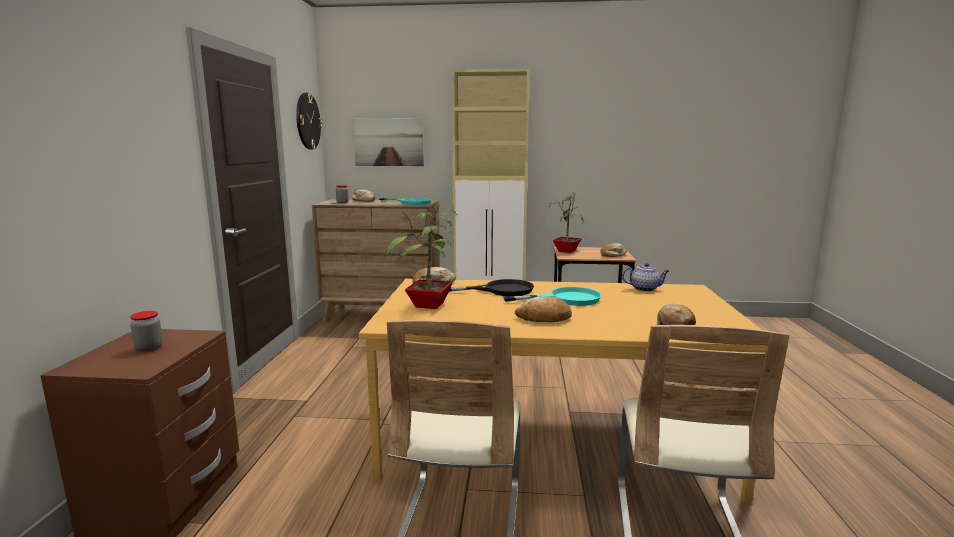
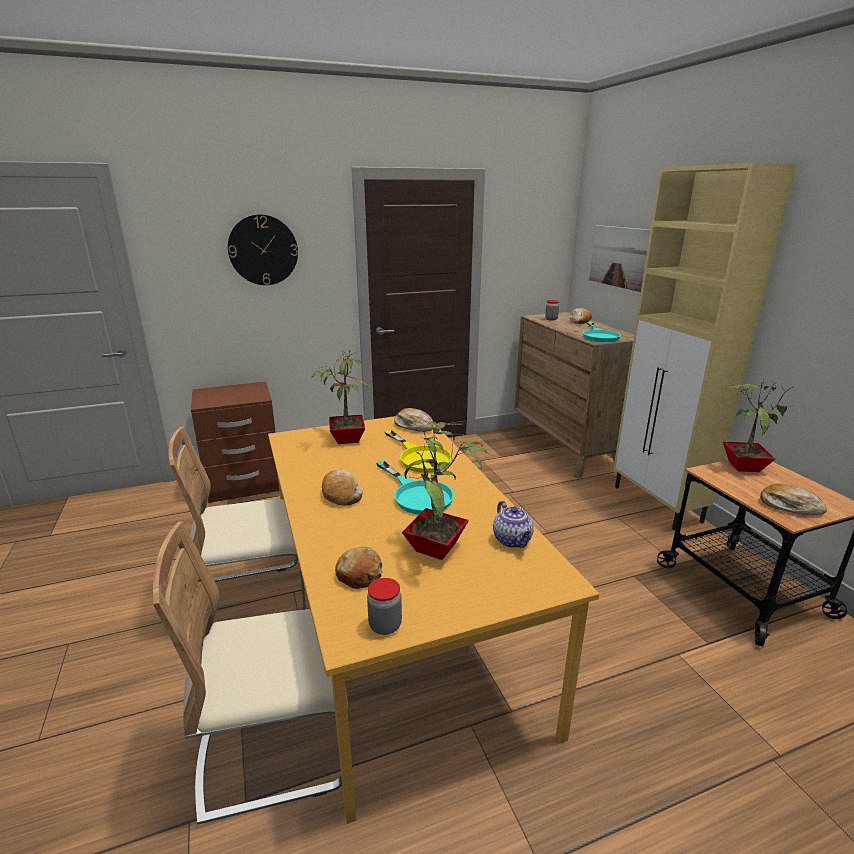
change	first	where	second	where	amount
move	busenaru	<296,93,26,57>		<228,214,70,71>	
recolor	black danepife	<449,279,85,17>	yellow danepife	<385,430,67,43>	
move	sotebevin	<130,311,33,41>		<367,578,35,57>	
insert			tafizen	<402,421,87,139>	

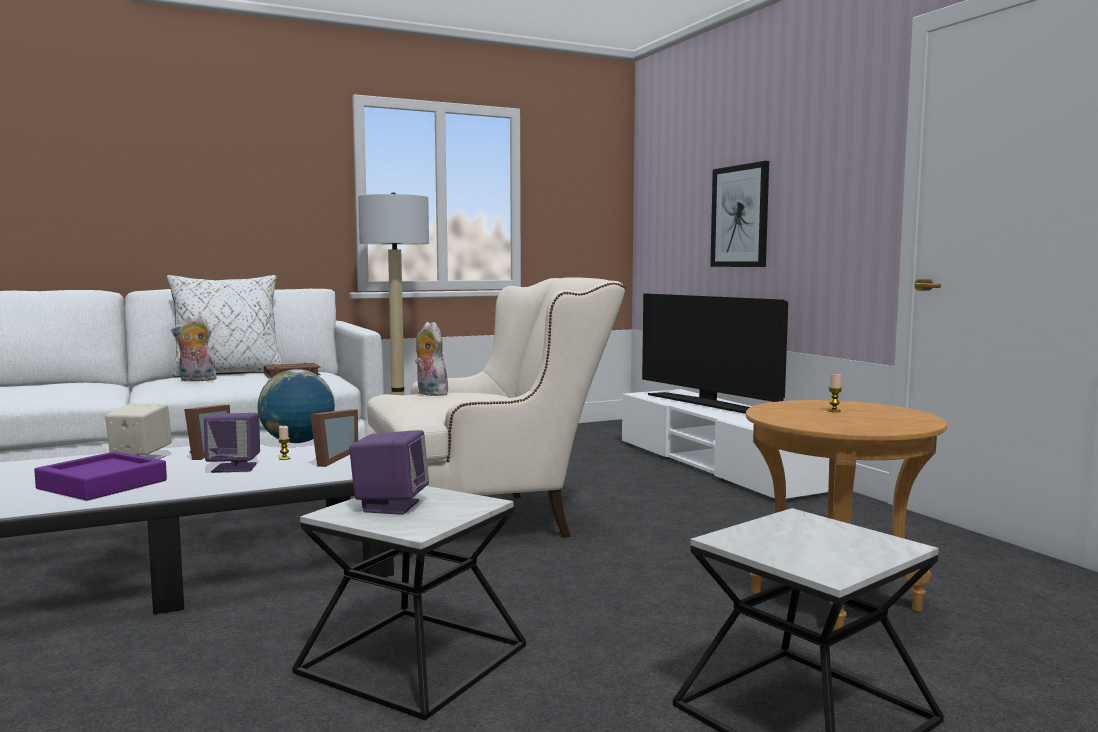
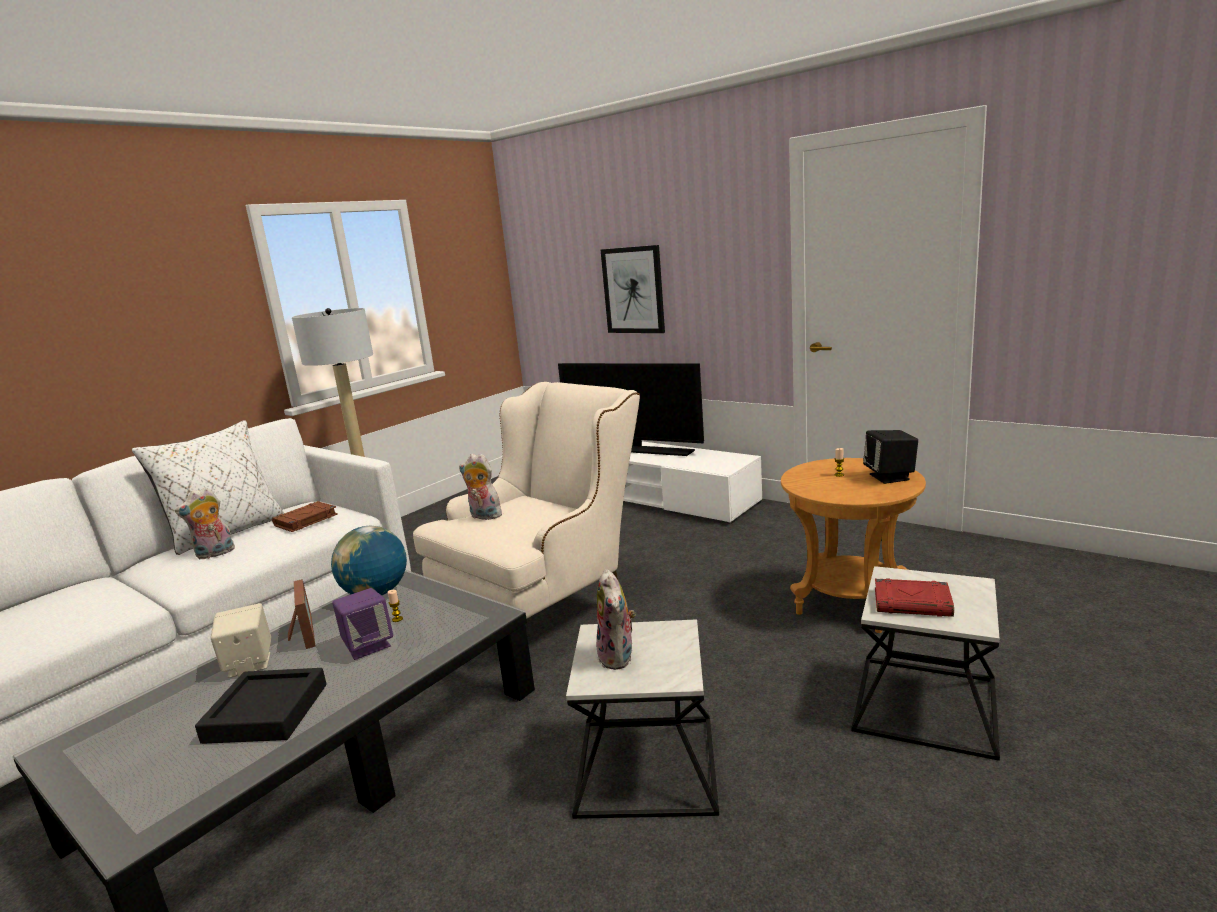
change	first	where	second	where	amount
delete	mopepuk	<310,409,48,58>			
replace	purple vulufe	<349,430,80,85>	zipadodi	<596,569,40,101>	
recolor	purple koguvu	<34,451,133,50>	black koguvu	<195,668,131,76>	
insert			black vulufe	<863,430,55,54>	
insert			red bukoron	<875,578,79,39>	

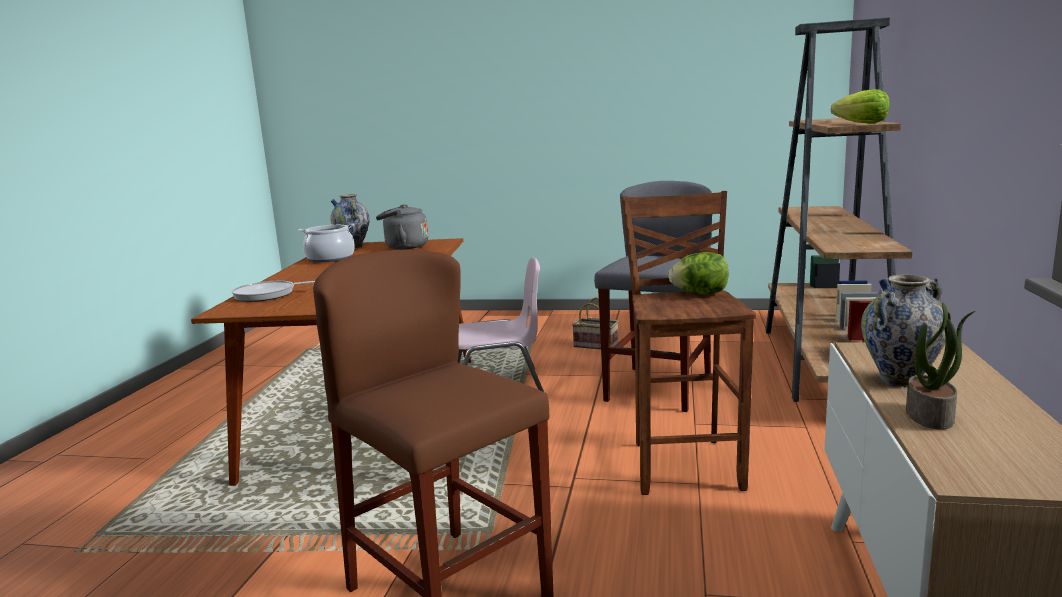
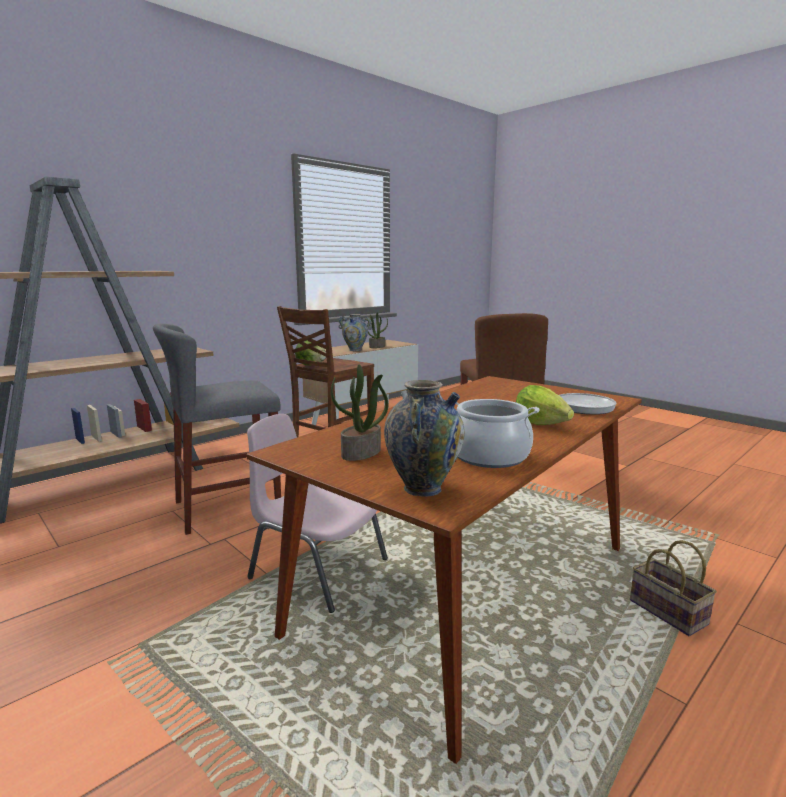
change	first	where	second	where	amount
move	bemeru	<830,89,60,35>		<516,385,58,40>	
replace	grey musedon	<376,204,52,45>	tafizen	<331,365,57,96>	
move	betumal	<572,297,47,52>		<630,540,87,96>	

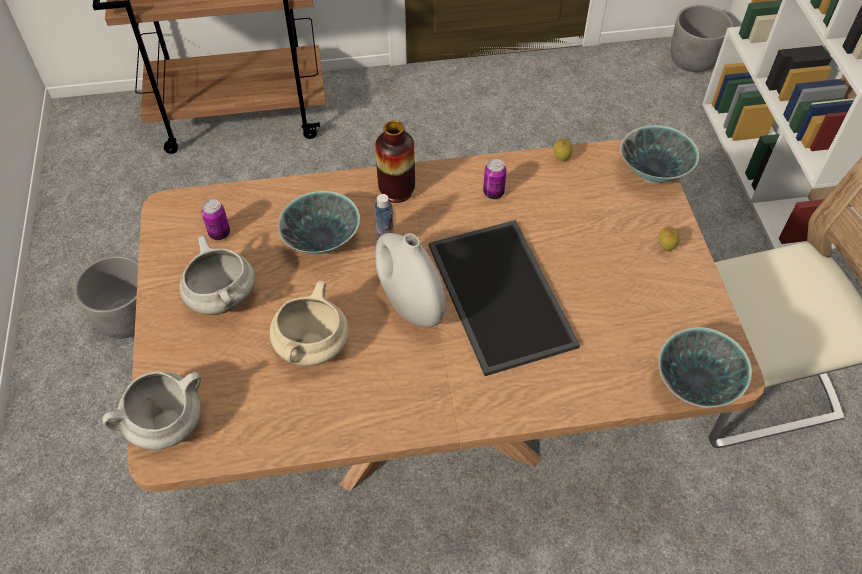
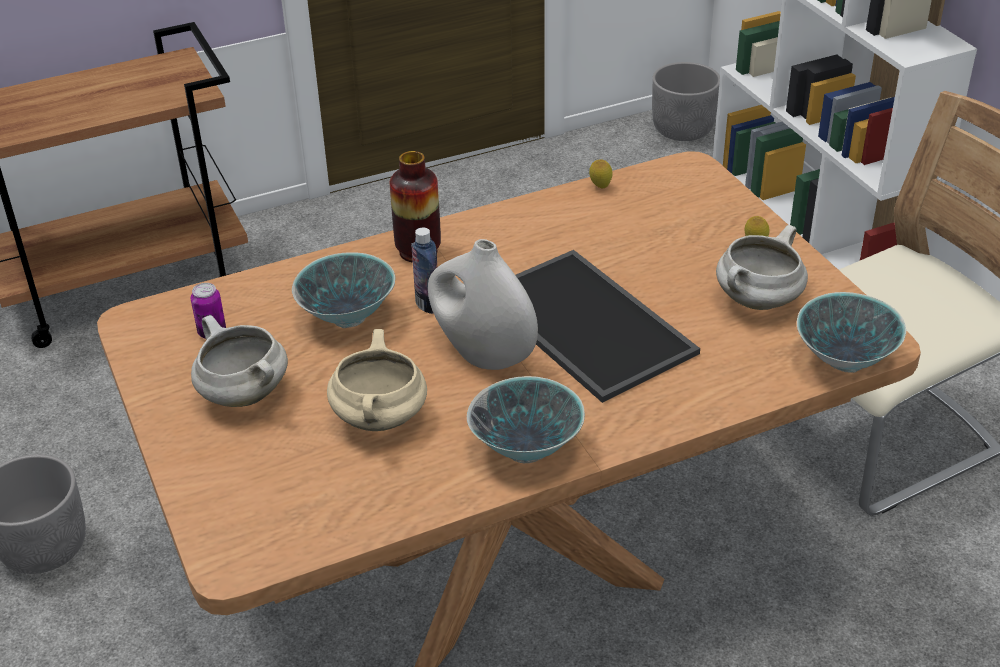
change	first	where	second	where	amount
move	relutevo	<620,125,79,58>		<467,376,118,87>	
delete	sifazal	<483,159,24,40>			
move	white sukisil	<102,371,99,79>		<716,225,92,85>	

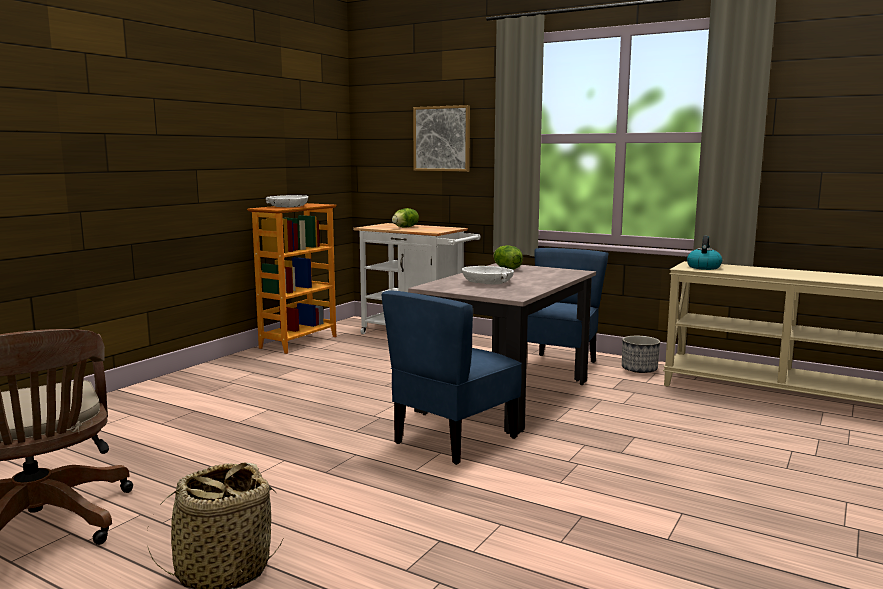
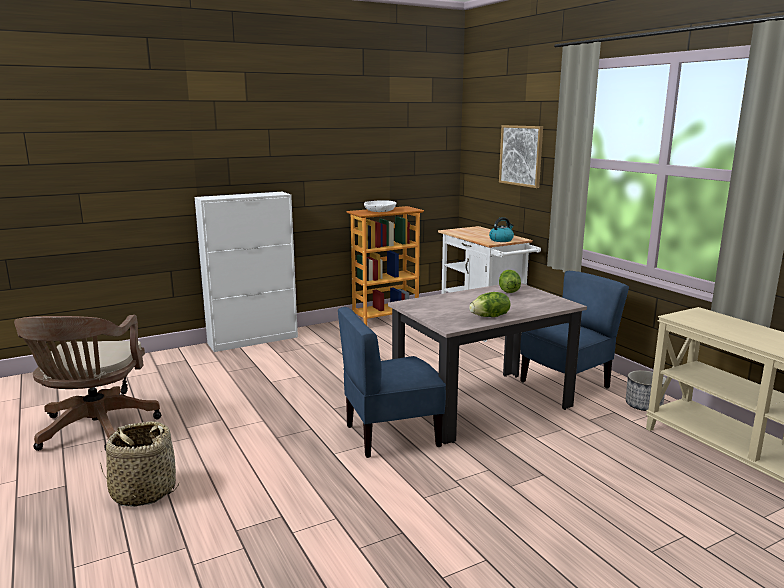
change	first	where	second	where	amount
move	bemeru	<392,208,27,20>		<469,292,41,25>	
move	musedon	<687,236,35,34>		<489,217,25,25>	
delete	white relutevo	<462,266,52,19>			
insert			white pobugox	<195,192,103,160>	

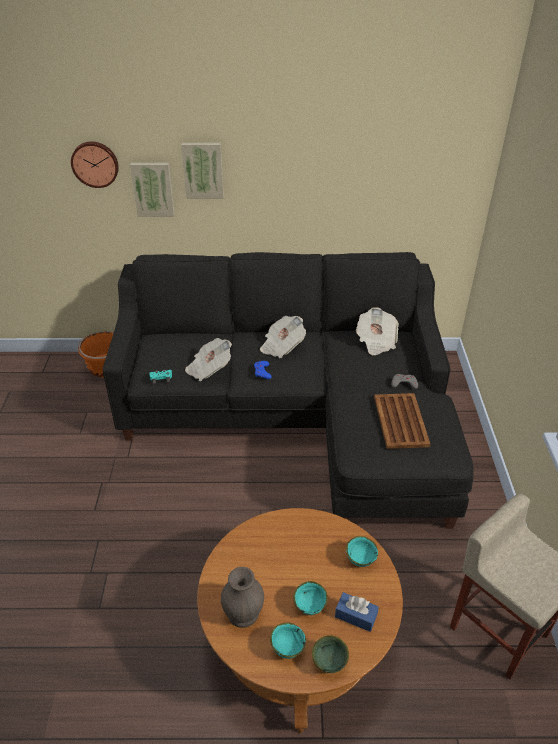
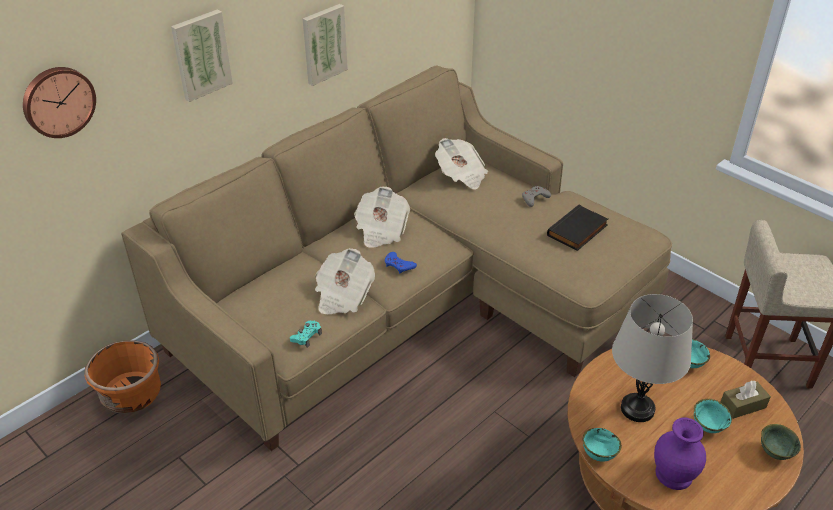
change	first	where	second	where	amount
move	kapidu	<130,163,45,54>		<303,4,45,82>	
recolor	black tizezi	<103,252,371,277>	beige tizezi	<121,66,551,385>	
replace	brown koguvu	<374,393,56,56>	black bukoron	<547,205,61,46>	
recolor	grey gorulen	<221,567,43,61>	purple gorulen	<654,418,52,72>	
recolor	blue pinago	<335,592,44,40>	brown pinago	<721,381,50,38>	
move	turquoise relutevo	<270,622,36,37>		<582,428,40,34>	
insert			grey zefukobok	<612,294,81,128>	

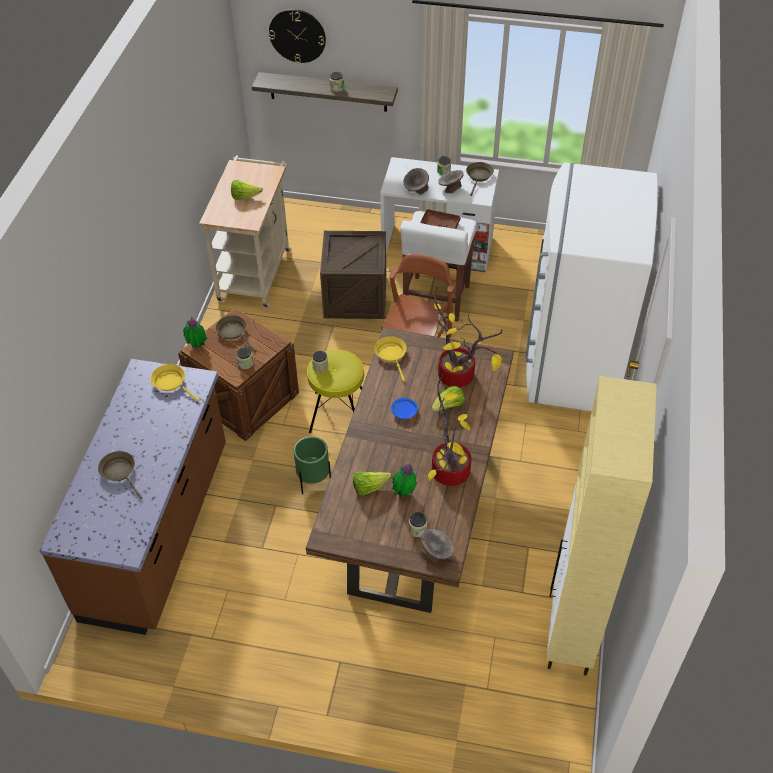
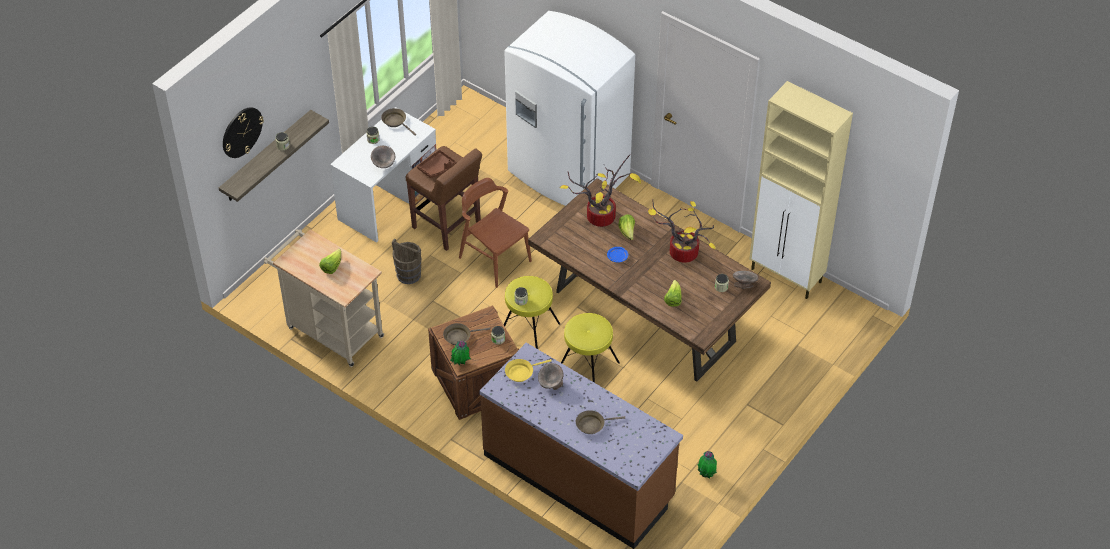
change	first	where	second	where	amount
move	grey relutevo	<438,170,26,23>		<538,363,25,27>	
recolor	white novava	<400,211,77,110>	brown novava	<406,146,76,105>	
replace	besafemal	<320,231,66,88>	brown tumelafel	<392,238,29,46>	
delete	yellow danepife	<374,336,33,46>			
replace	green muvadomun	<294,436,37,58>	yellow novava	<561,313,59,70>	
move	tafizen	<392,464,25,34>		<698,451,19,27>	

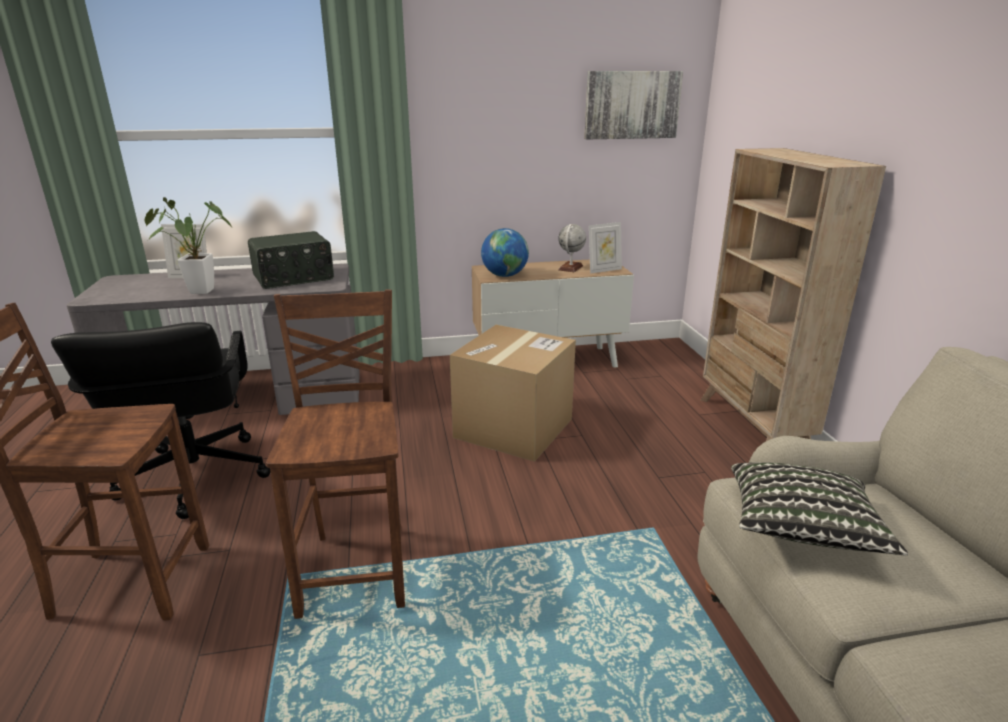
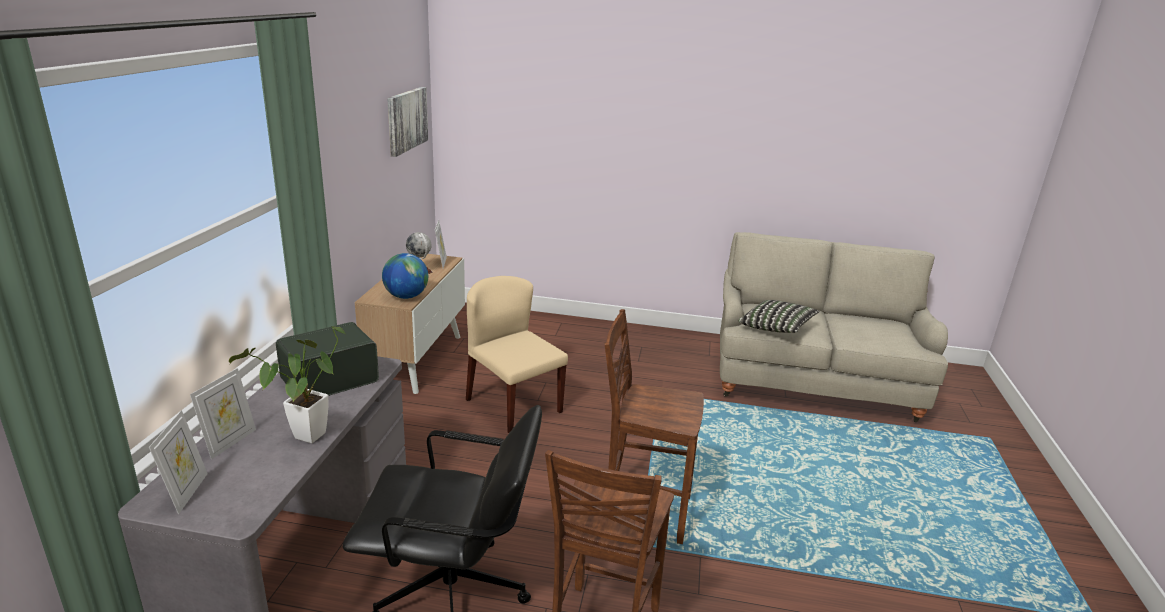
change	first	where	second	where	amount
delete	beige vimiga	<700,148,186,293>			
rotate	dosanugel	<248,231,86,58>		<276,322,103,74>	120 degrees counterclockwise
replace	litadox	<450,325,126,137>	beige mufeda	<466,276,102,157>	
insert			mopepuk	<149,410,59,104>	

